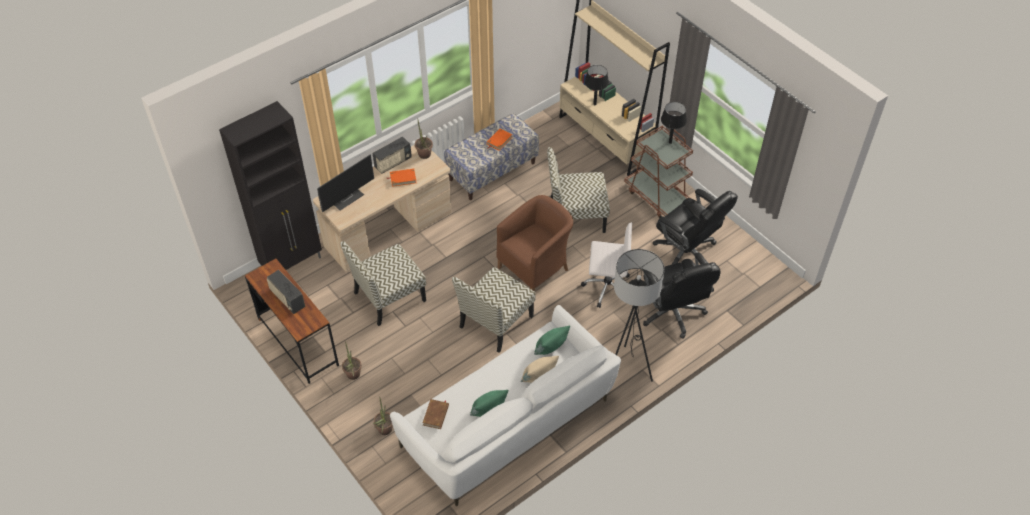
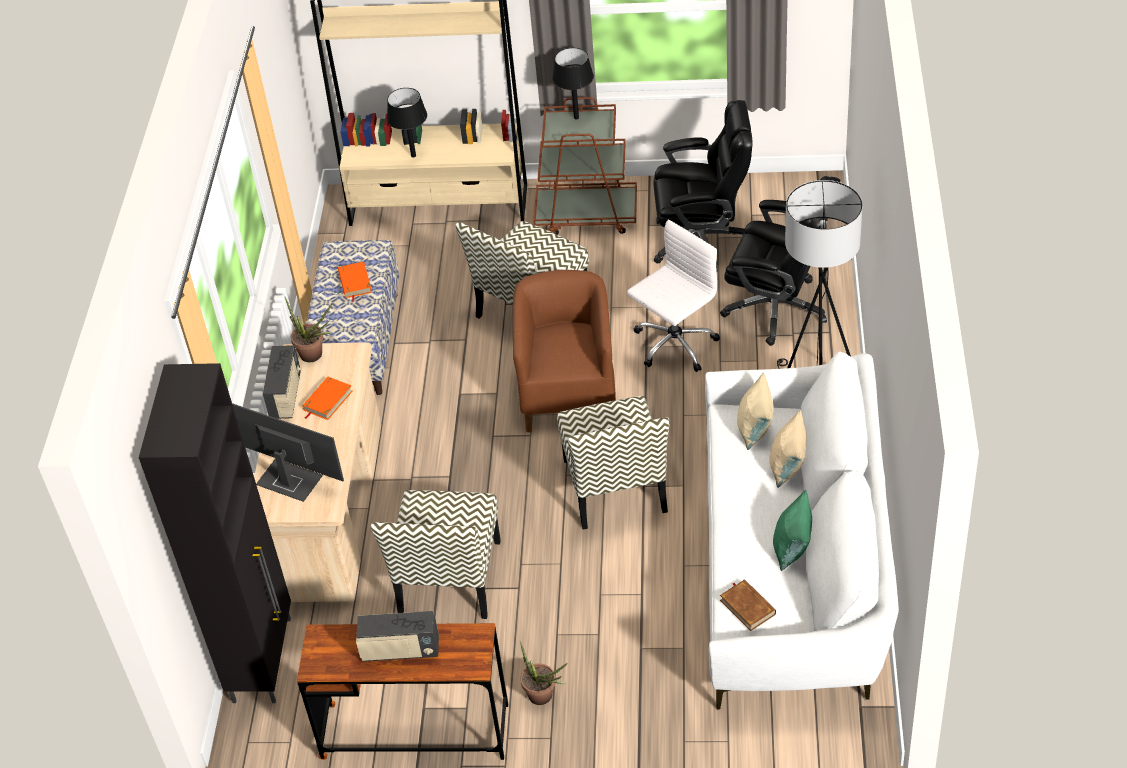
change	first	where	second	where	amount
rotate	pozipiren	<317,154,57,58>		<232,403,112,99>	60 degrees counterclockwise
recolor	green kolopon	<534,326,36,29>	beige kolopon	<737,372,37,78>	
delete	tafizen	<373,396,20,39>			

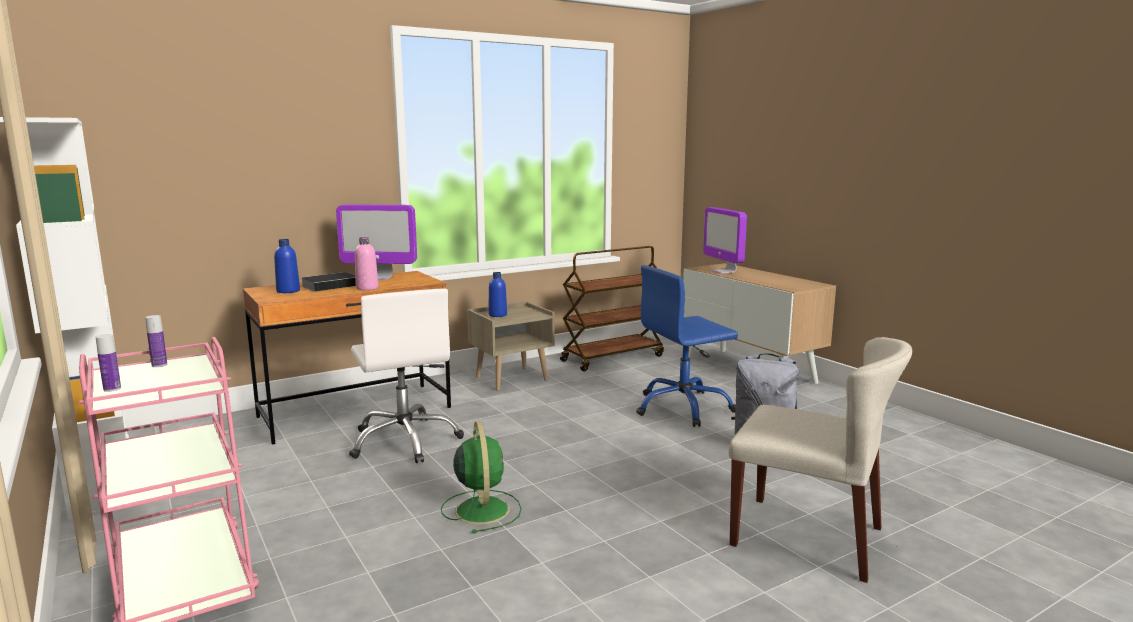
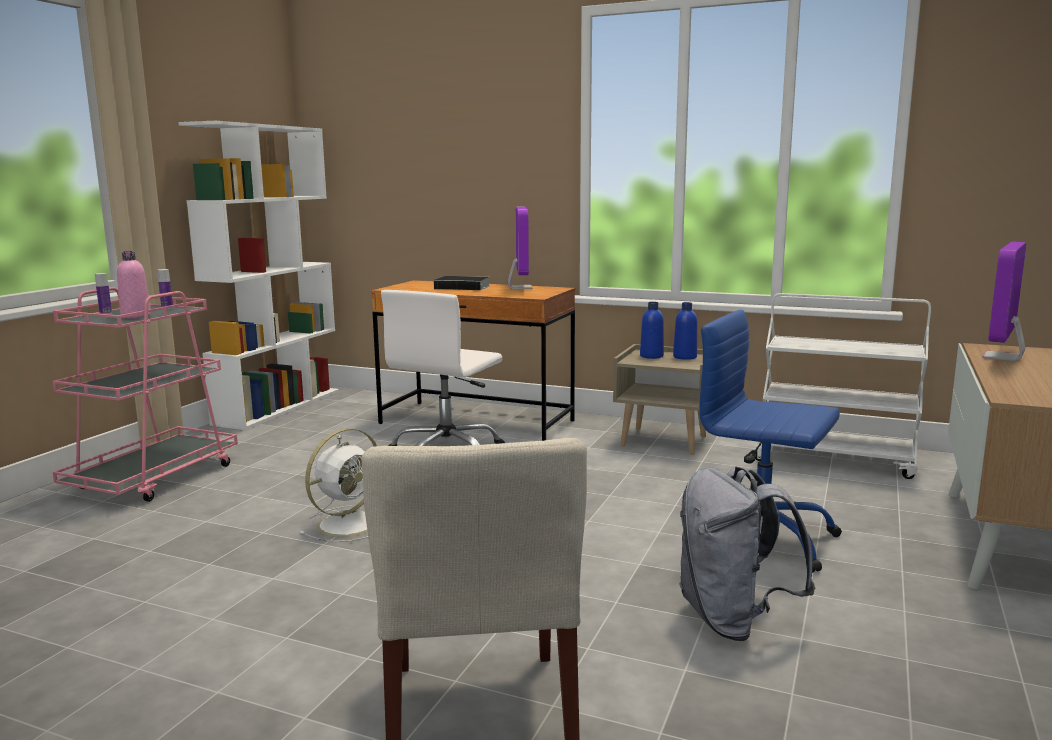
change	first	where	second	where	amount
rotate	pozipiren	<336,205,81,75>		<508,207,24,82>	150 degrees counterclockwise
move	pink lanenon	<355,237,24,53>		<117,251,34,68>	
move	blue lanenon	<274,239,26,54>		<673,302,24,58>	
recolor	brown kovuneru	<560,246,104,126>	white kovuneru	<755,293,176,186>	
recolor	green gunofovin	<441,421,80,113>	white gunofovin	<299,428,78,114>	

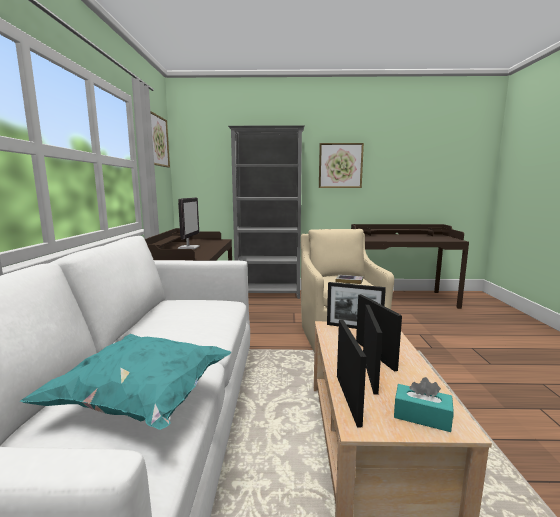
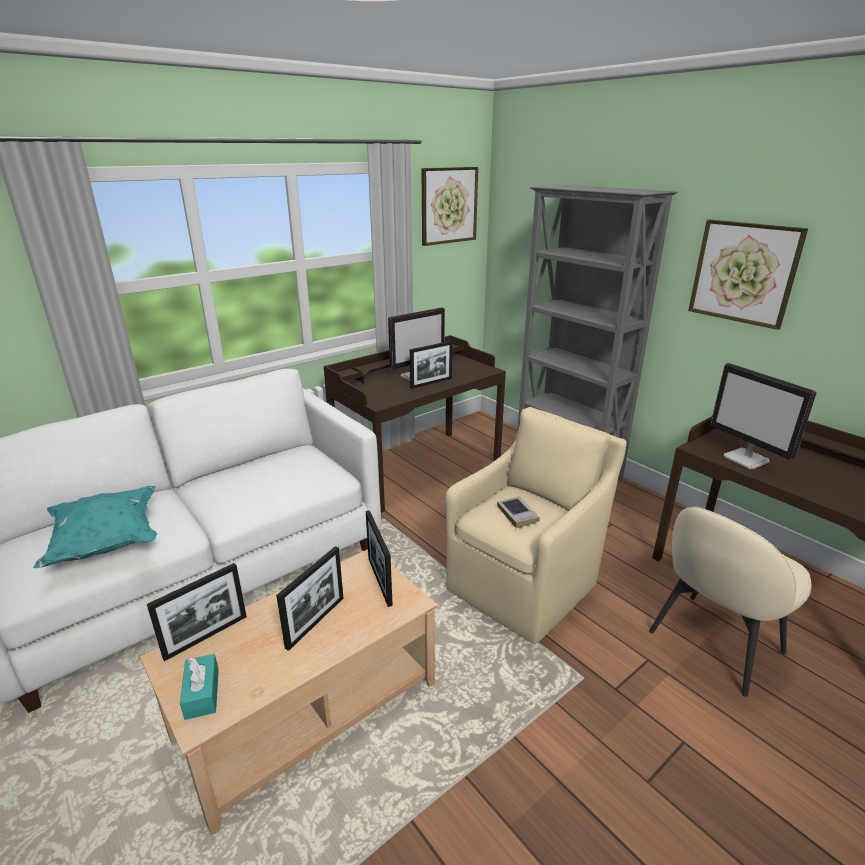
change	first	where	second	where	amount
move	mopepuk	<363,305,19,90>		<410,341,42,48>	
insert			pozipiren	<710,363,107,106>	
insert			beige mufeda	<649,507,163,190>	

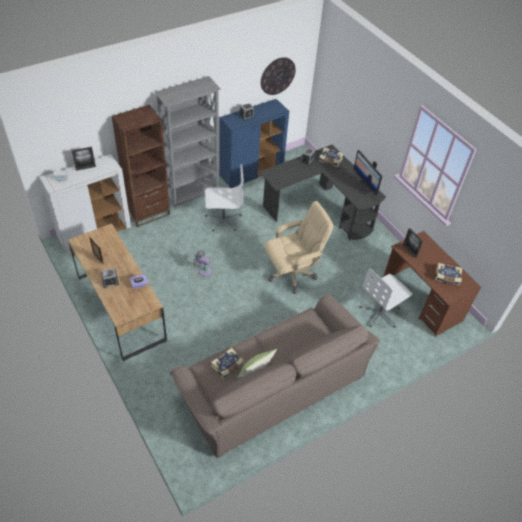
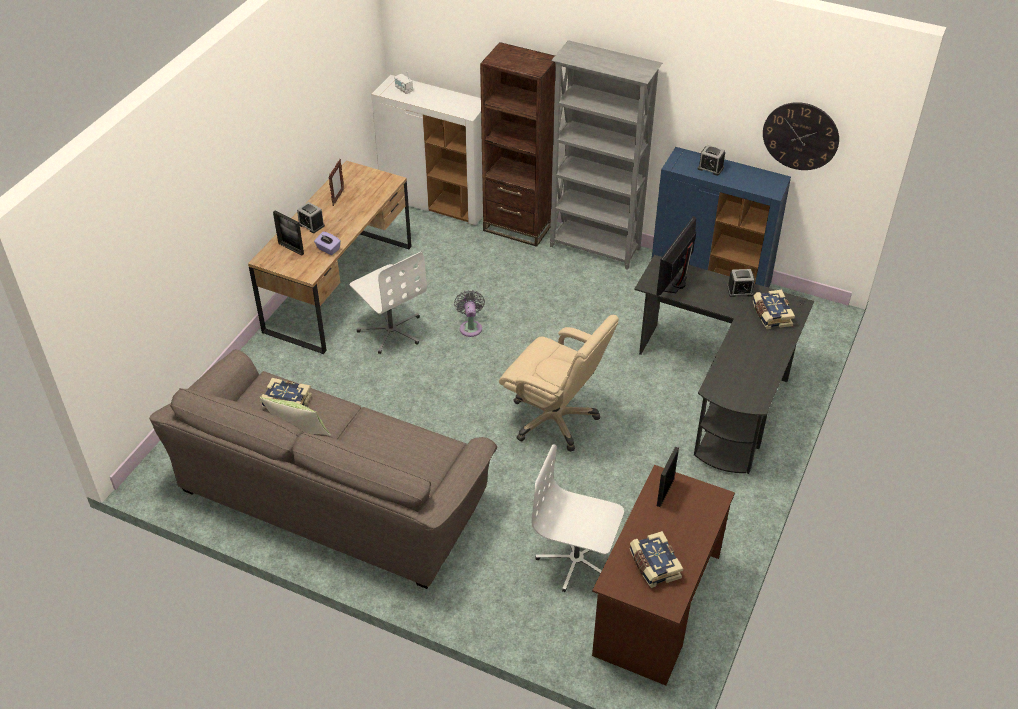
change	first	where	second	where	amount
move	mopepuk	<71,147,25,24>		<273,210,31,46>	
move	pozipiren	<353,150,29,46>		<656,216,40,80>	
move	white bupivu	<205,164,39,67>		<350,252,77,102>	

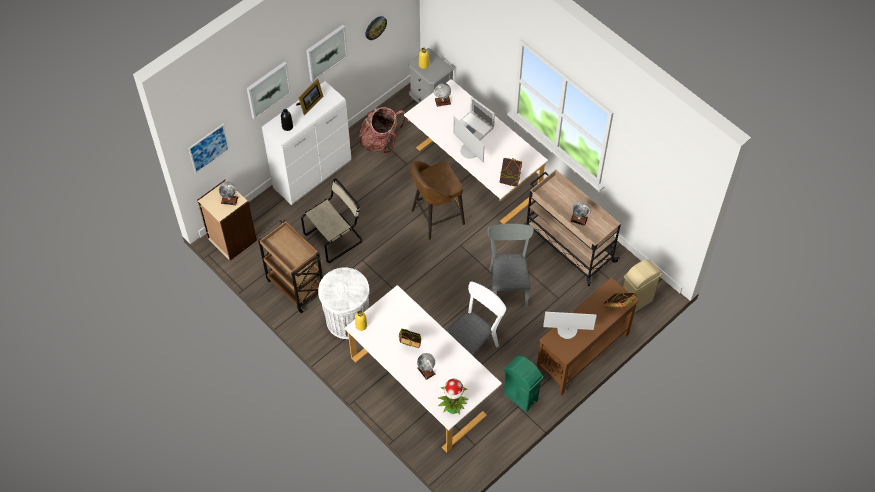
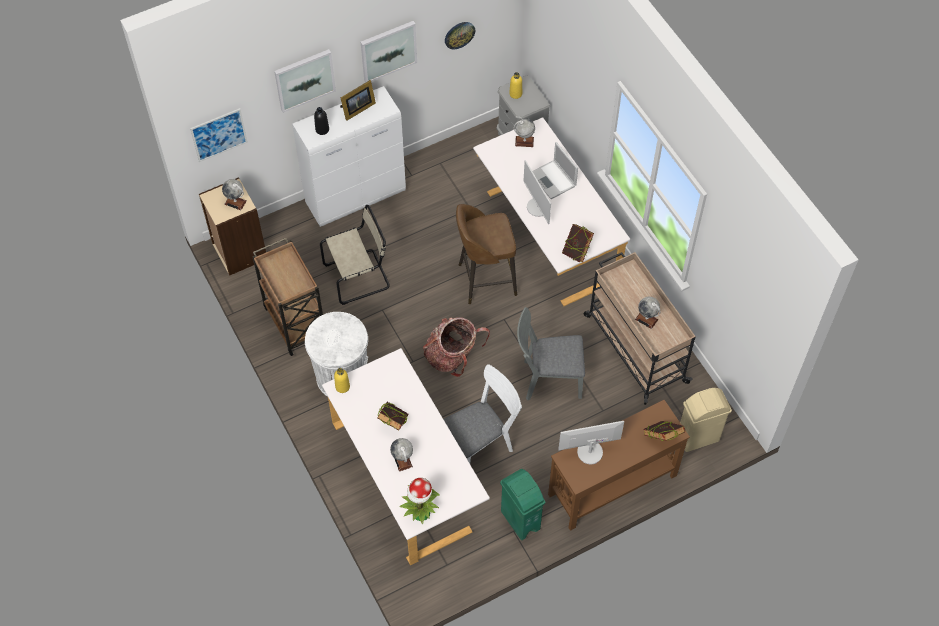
change	first	where	second	where	amount
move	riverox	<359,107,47,47>		<423,317,67,60>	
rotate	grey mufeda	<488,223,46,85>		<517,307,68,94>	105 degrees counterclockwise
rotate	pozipiren	<543,312,54,27>		<558,421,66,43>	150 degrees clockwise

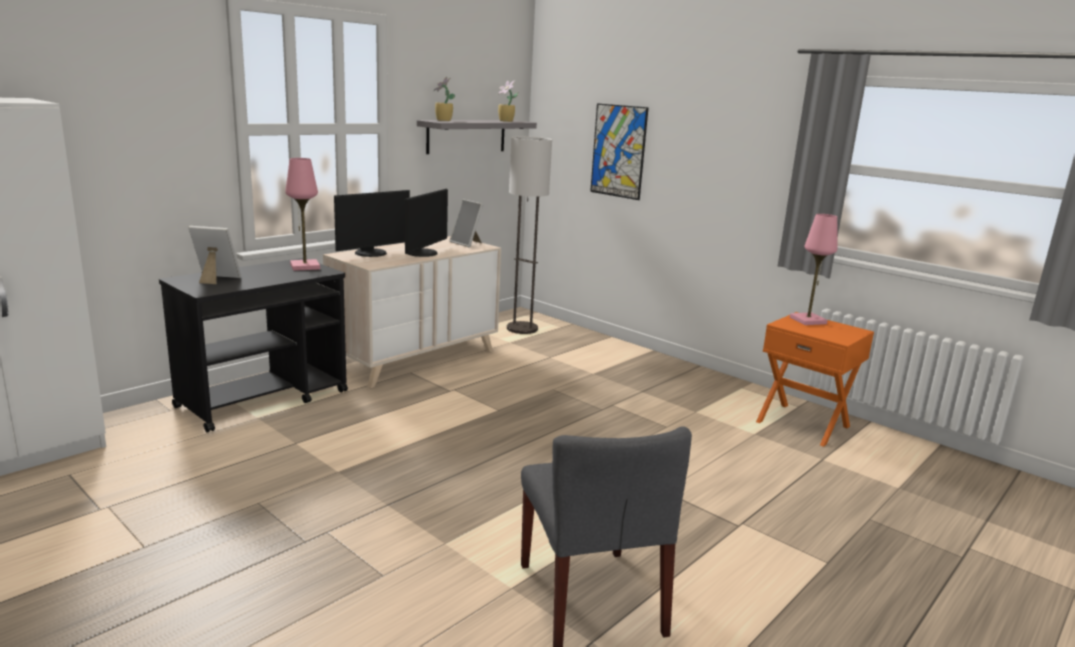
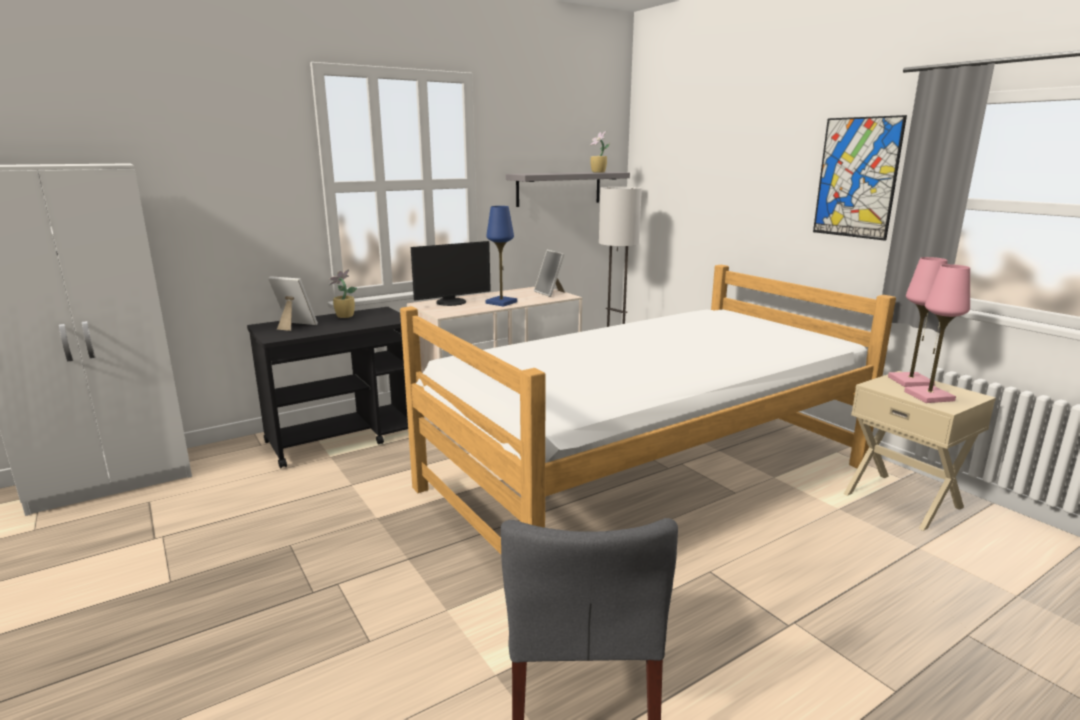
change	first	where	second	where	amount
move	tafizen	<433,77,22,44>		<329,269,28,49>	
move	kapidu	<590,103,59,97>		<813,115,94,125>	
move	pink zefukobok	<285,158,35,113>		<904,264,66,139>	
replace	pozipiren	<405,189,43,68>	blue zefukobok	<486,206,31,101>	
recolor	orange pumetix	<756,312,118,135>	beige pumetix	<844,371,152,160>	
insert			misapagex	<400,265,496,289>	

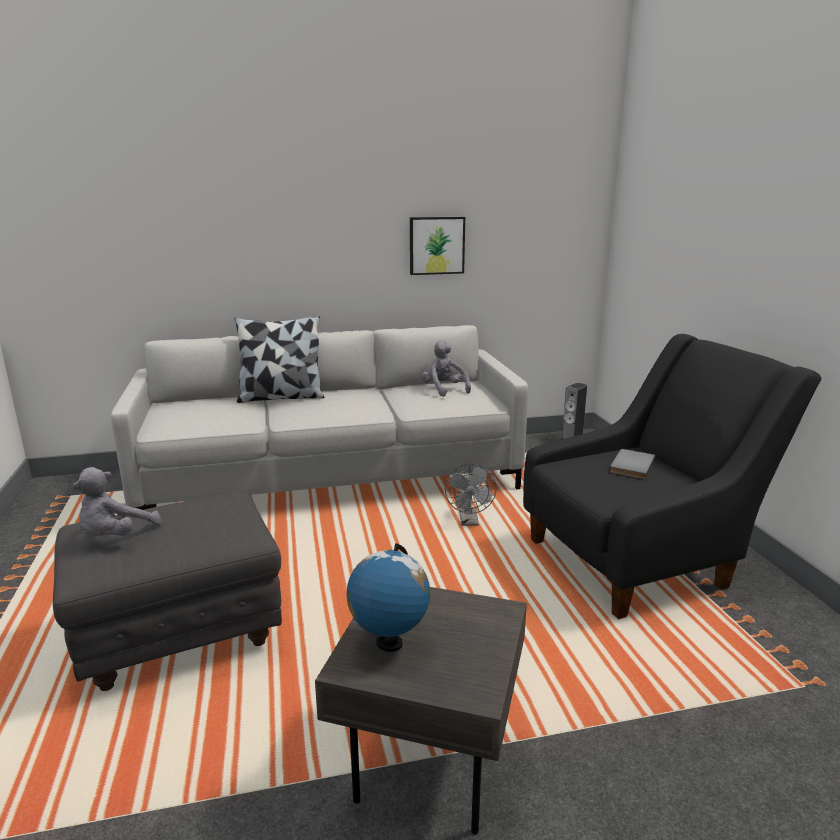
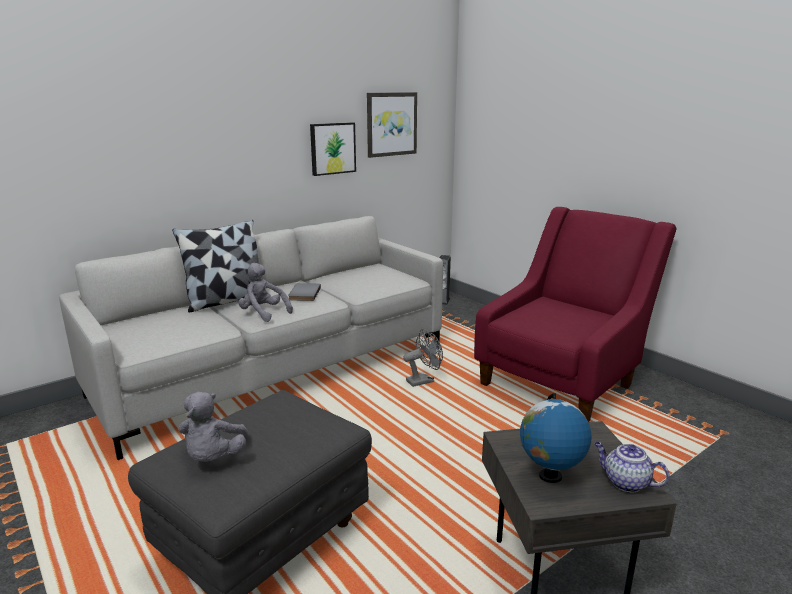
change	first	where	second	where	amount
recolor	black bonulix	<523,334,298,285>	red bonulix	<474,207,203,215>	
move	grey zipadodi	<421,340,50,57>		<238,263,55,59>	
move	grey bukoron	<610,449,45,30>		<288,283,33,18>	
rotate	grey gunofovin	<445,464,52,62>		<403,329,40,58>	90 degrees counterclockwise
insert			kapidu	<367,92,50,66>	
insert			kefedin	<594,442,76,51>	

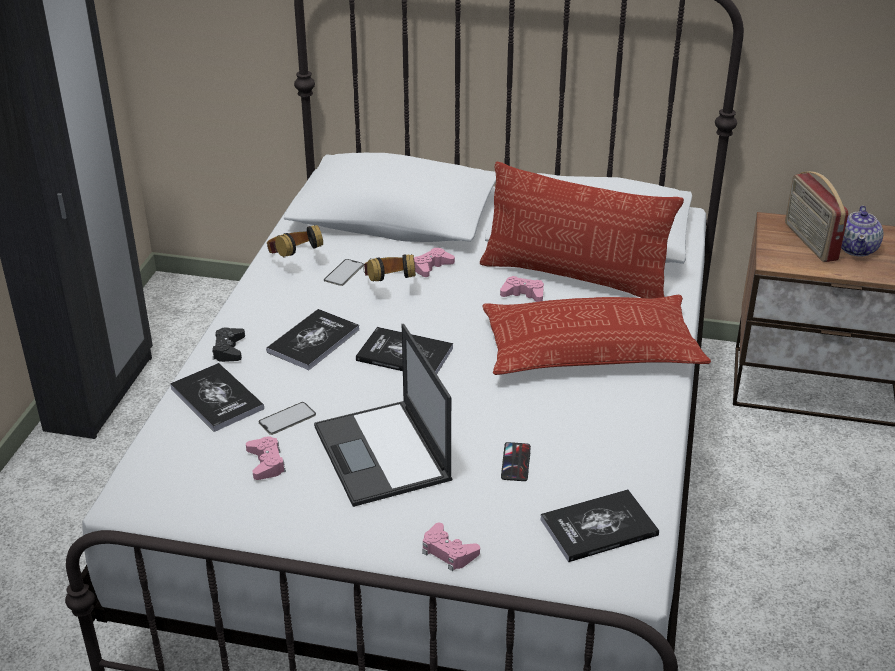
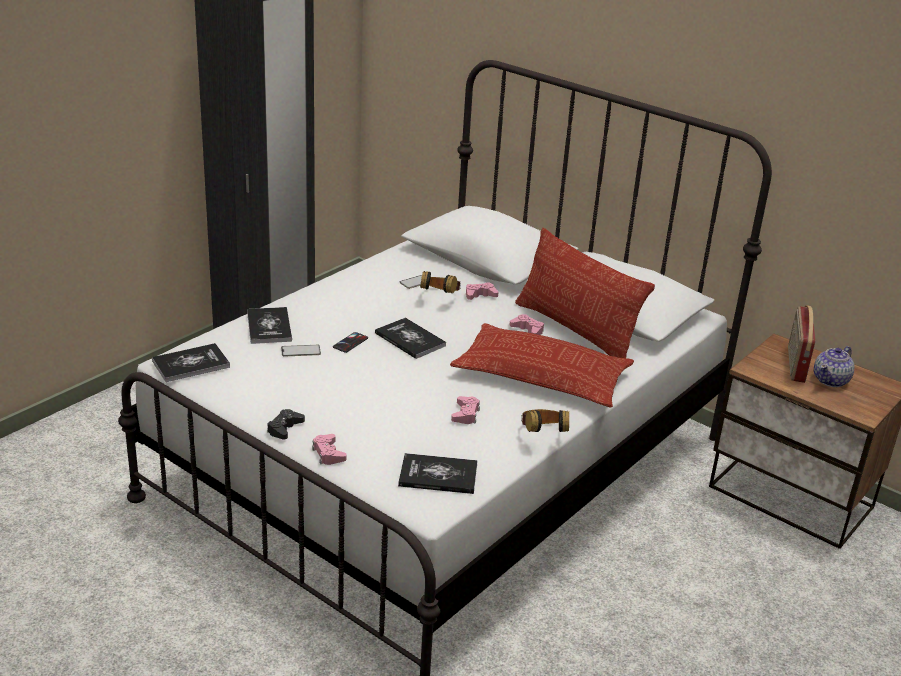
change	first	where	second	where	amount
move	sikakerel	<267,225,56,32>		<521,409,48,23>	
move	bukoron	<266,309,93,61>		<152,343,78,39>	
delete	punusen	<314,324,138,183>			
move	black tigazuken	<212,327,33,35>		<267,409,38,31>	
move	pink tigazuken	<246,436,40,44>		<451,396,29,28>	
move	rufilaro	<501,442,30,39>		<333,332,35,21>	

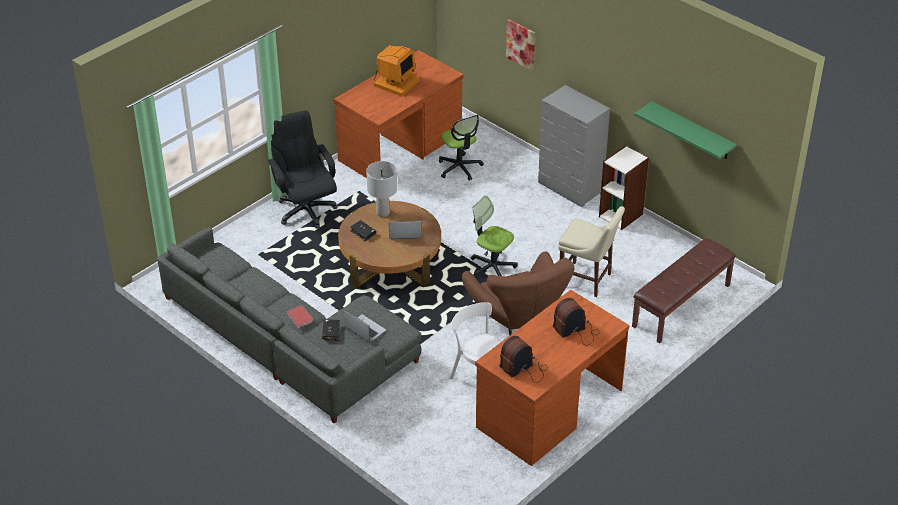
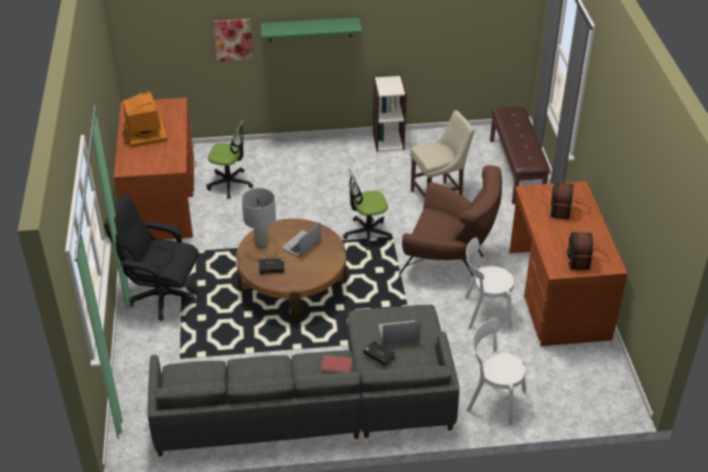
change	first	where	second	where	amount
delete	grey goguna	<538,85,72,122>			
move	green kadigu	<634,101,102,58>		<260,17,102,25>	
insert			white mufeda	<466,318,60,107>	

